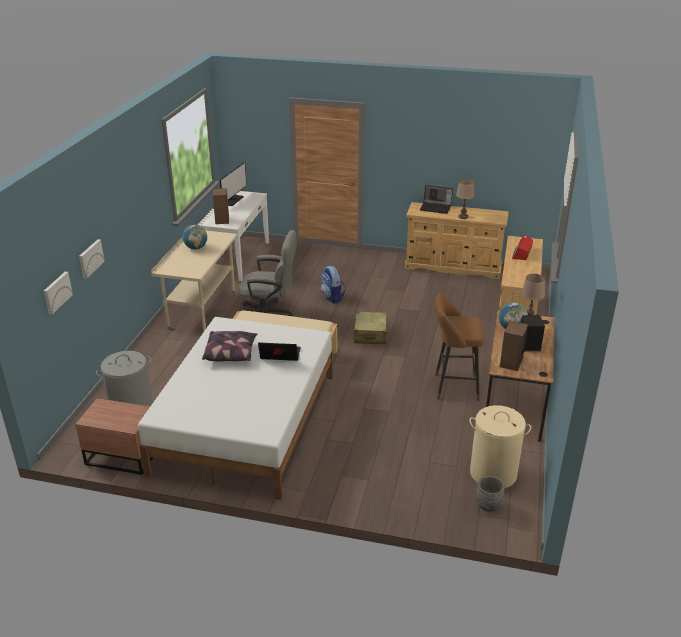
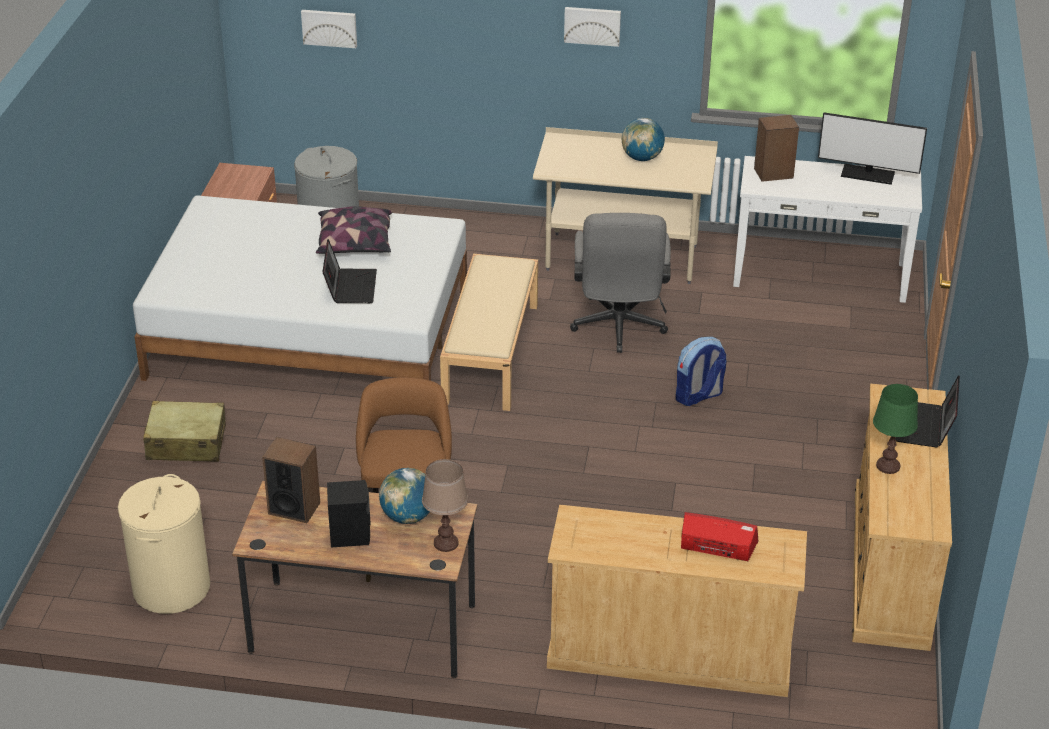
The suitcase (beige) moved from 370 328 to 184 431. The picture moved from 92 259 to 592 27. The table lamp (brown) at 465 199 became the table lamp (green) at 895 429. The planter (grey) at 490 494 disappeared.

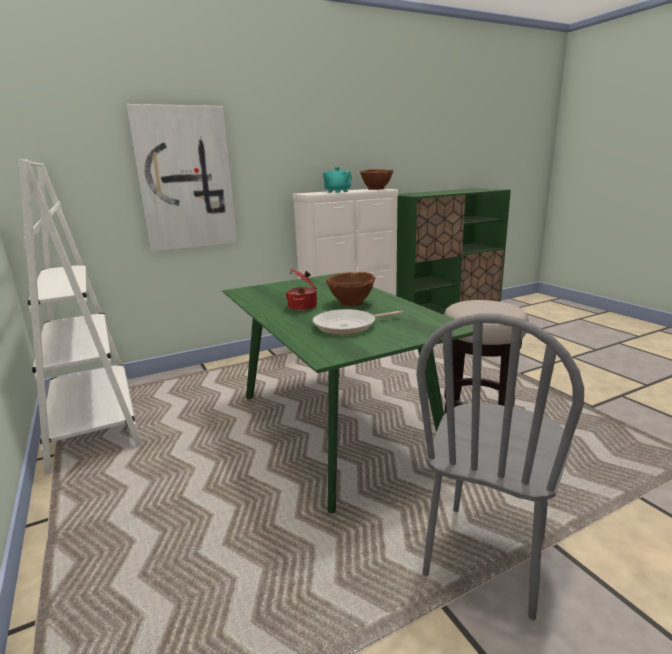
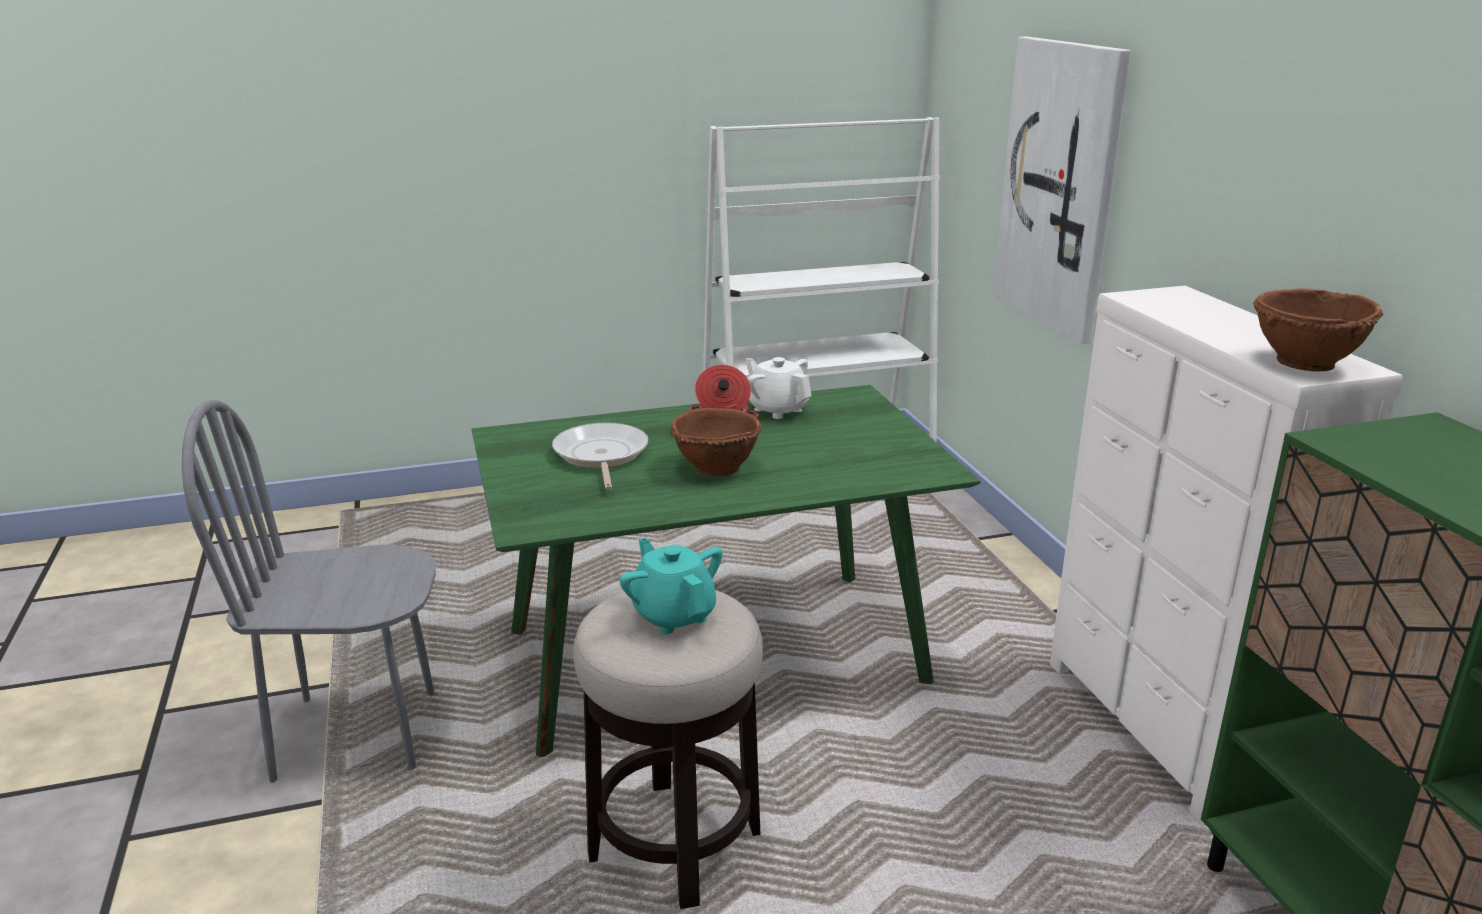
The chair (grey) at 500 466 turned 45 degrees counterclockwise. The teapot (turquoise) moved from 337 180 to 671 586. The teapot (white) at 778 388 appeared.

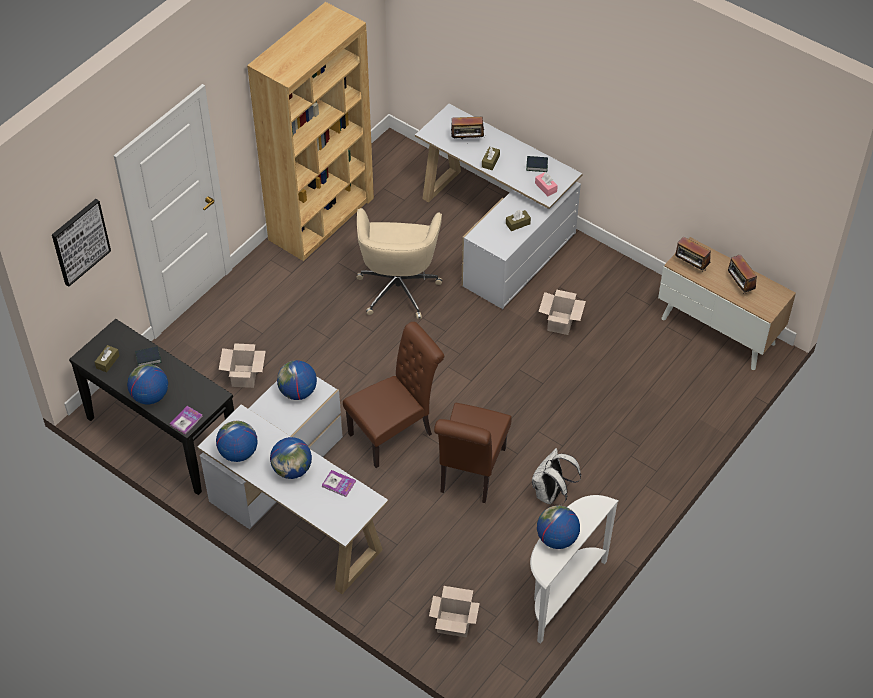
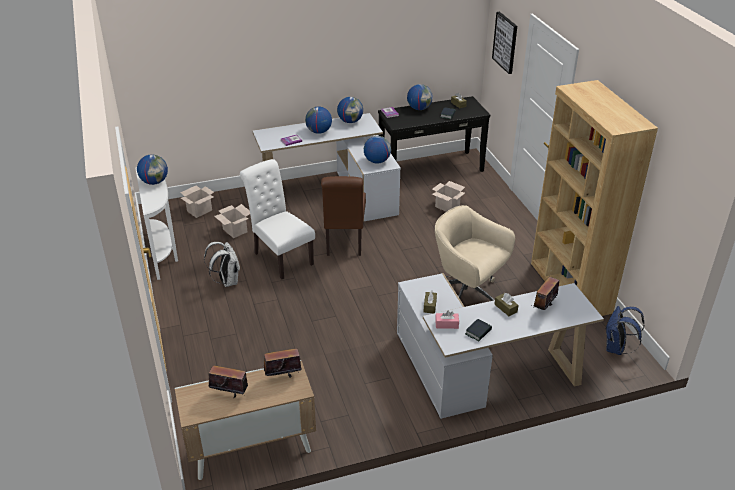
The cardboard box moved from 562 312 to 232 221. The chair (brown) at 473 453 became the chair (white) at 277 219. The backpack (blue) at 625 330 appeared.

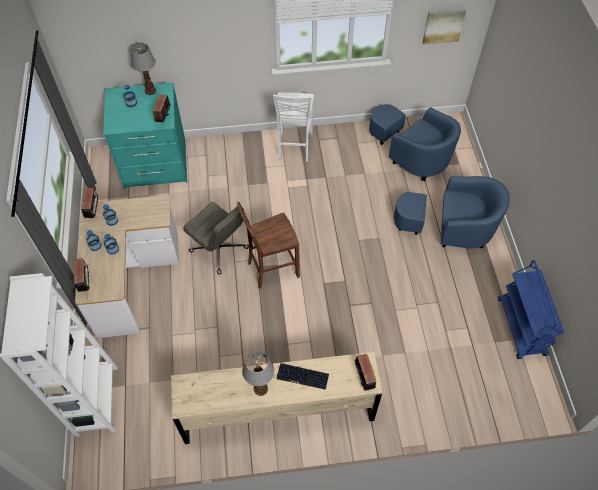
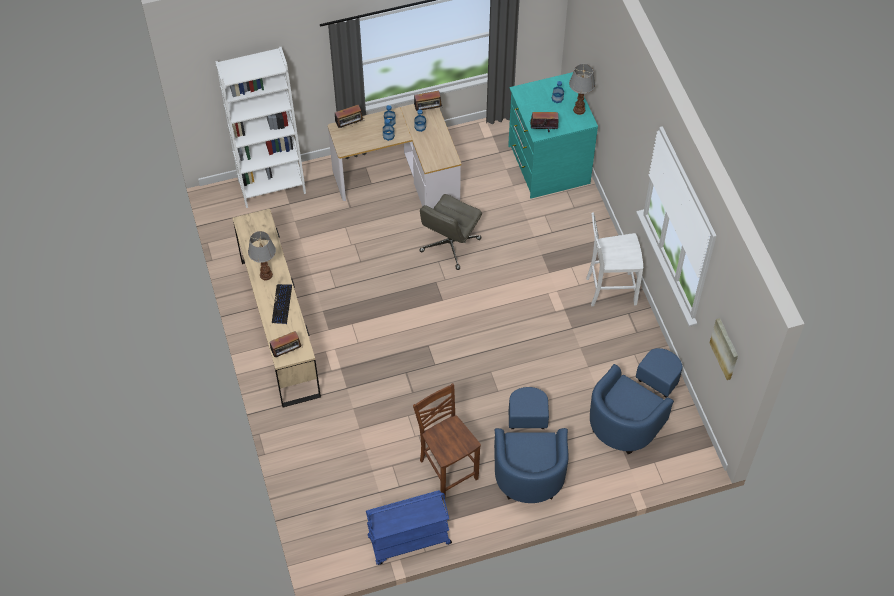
The chair (brown) moved from 268 245 to 447 441.

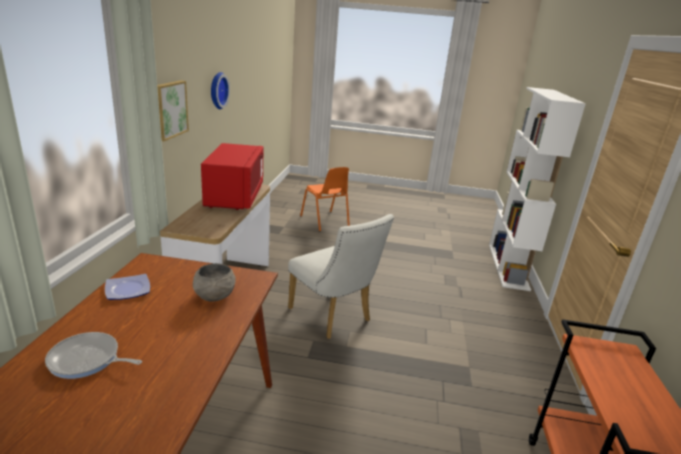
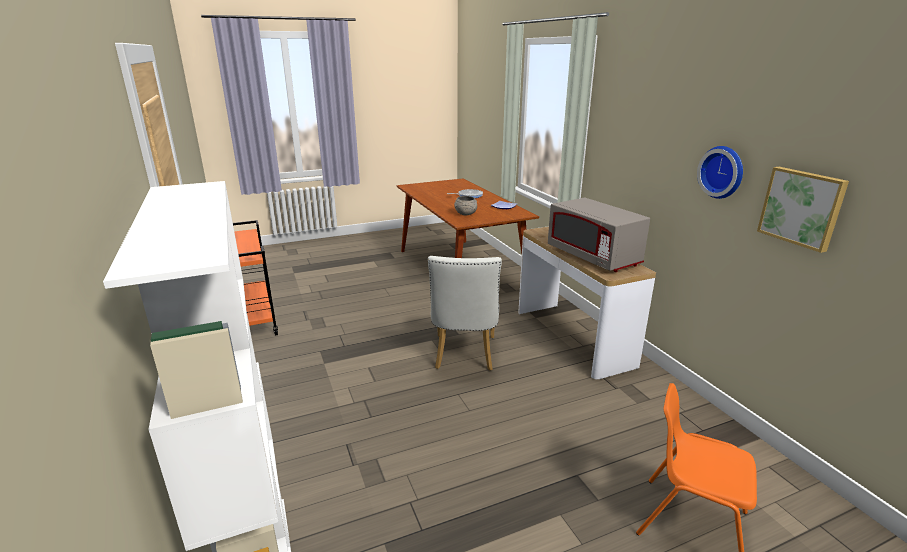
The chair (white) at 341 276 turned 105 degrees counterclockwise. The microwave (red) at 232 176 became the microwave (grey) at 599 235. The picture moved from 173 110 to 803 210.

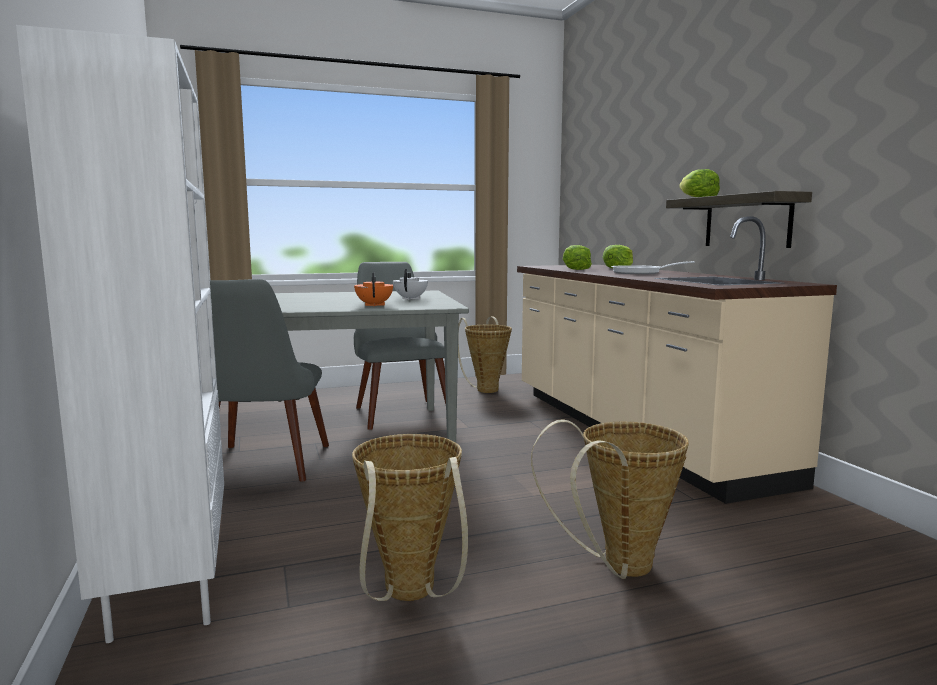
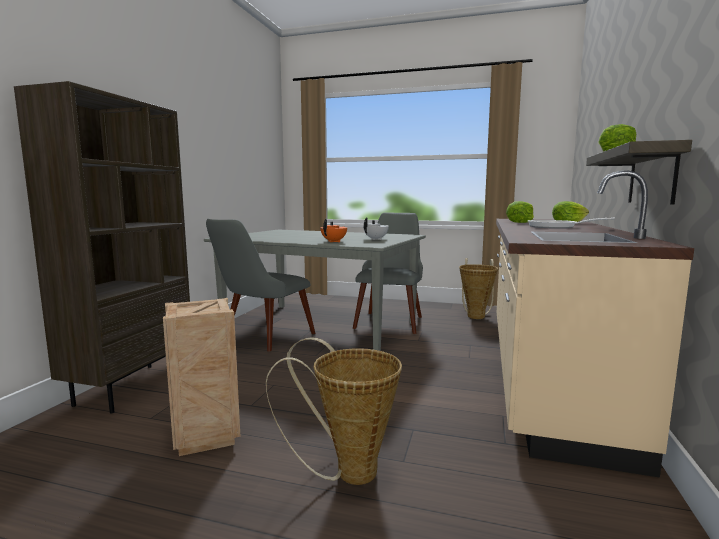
The bookcase (white) at 120 334 became the bookcase (brown) at 102 247. The basket at 410 517 was replaced by the crate at 202 377.

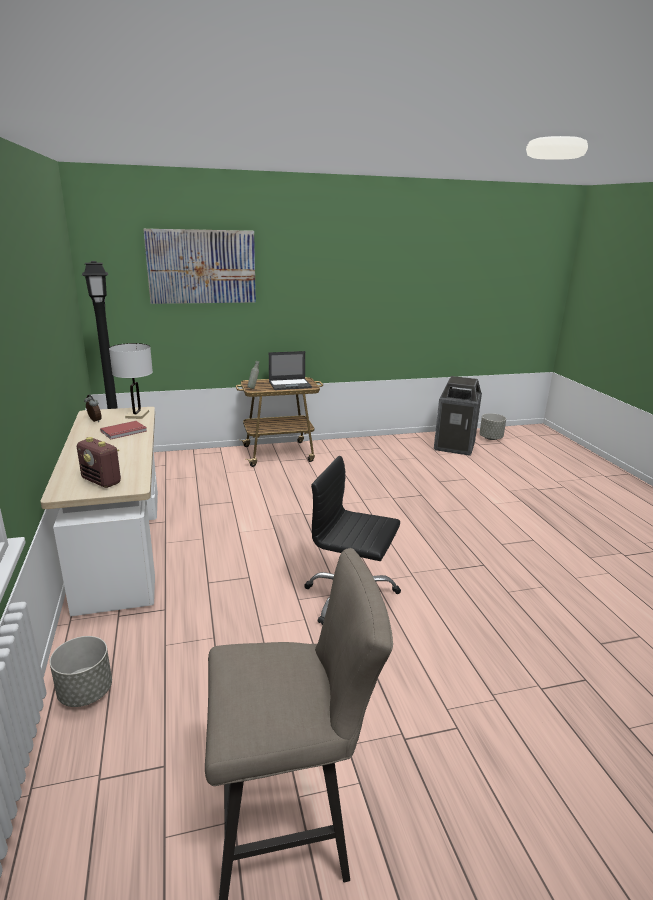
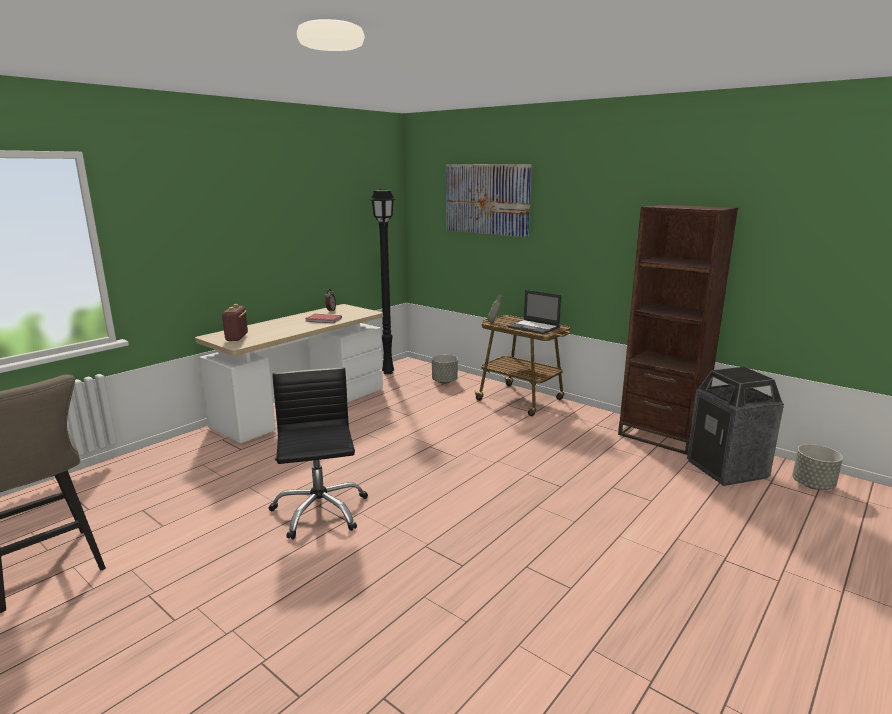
The planter (grey) moved from 81 671 to 445 369. The bookcase (brown) at 678 330 appeared. The table lamp (white) at 131 381 disappeared.

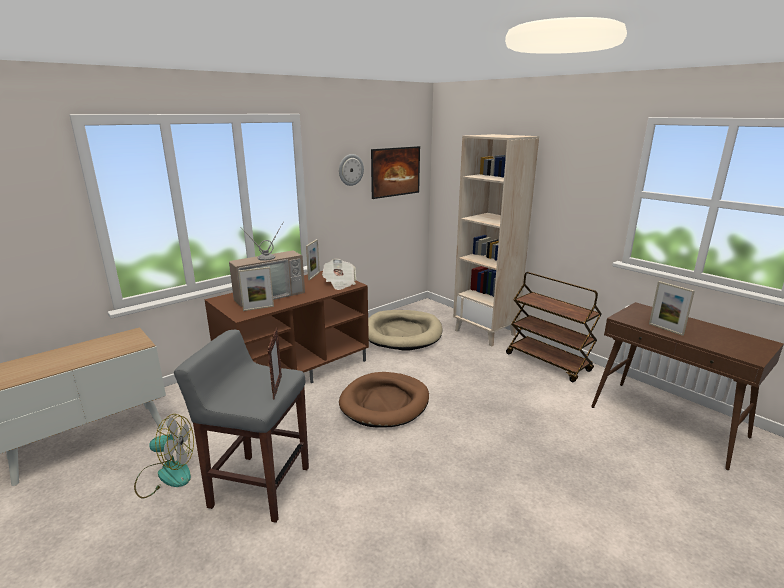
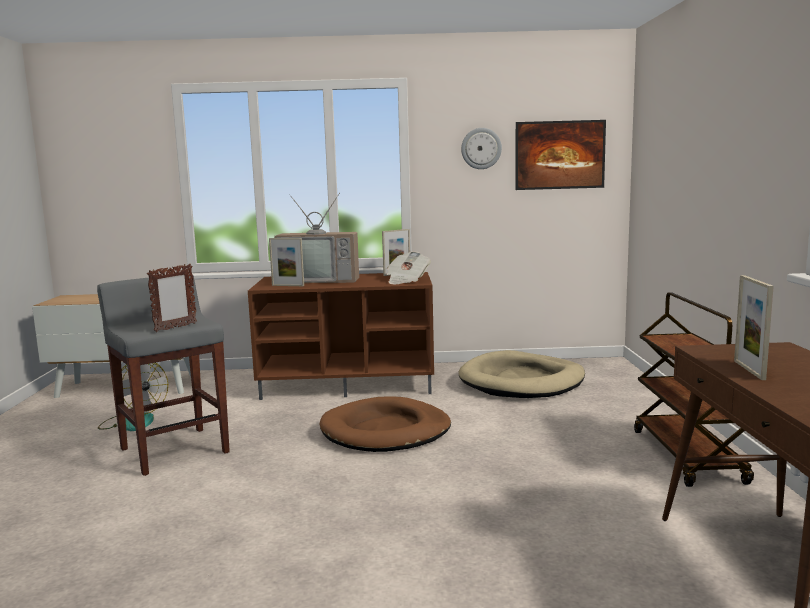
The bookcase (beige) at 496 240 disappeared.

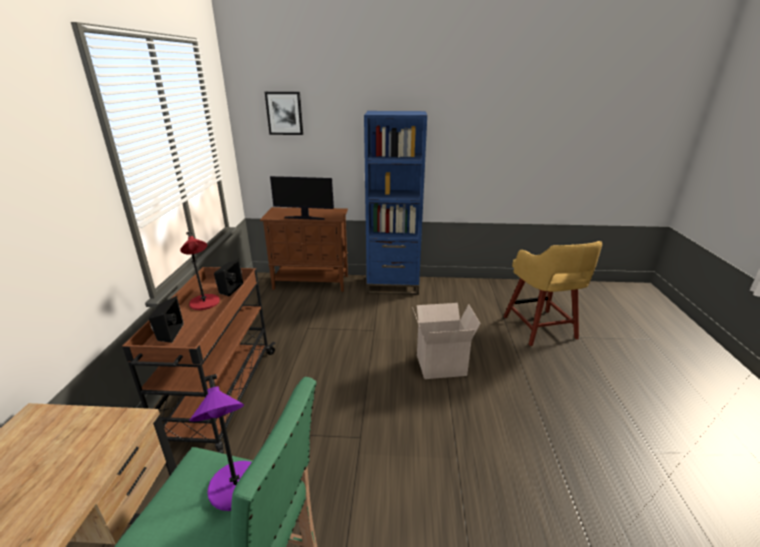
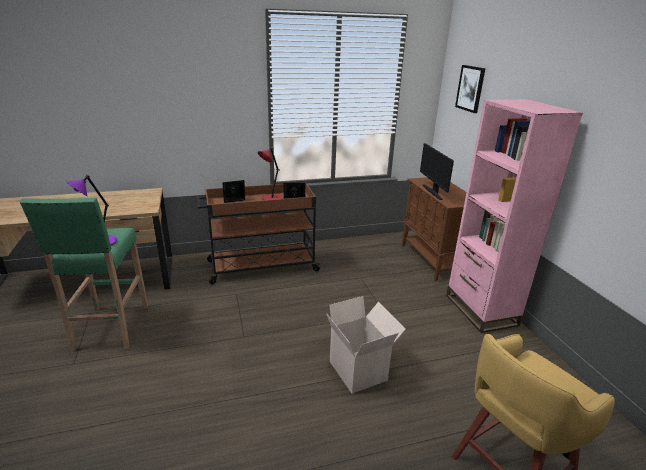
The bookcase (blue) at 395 203 became the bookcase (pink) at 514 216.

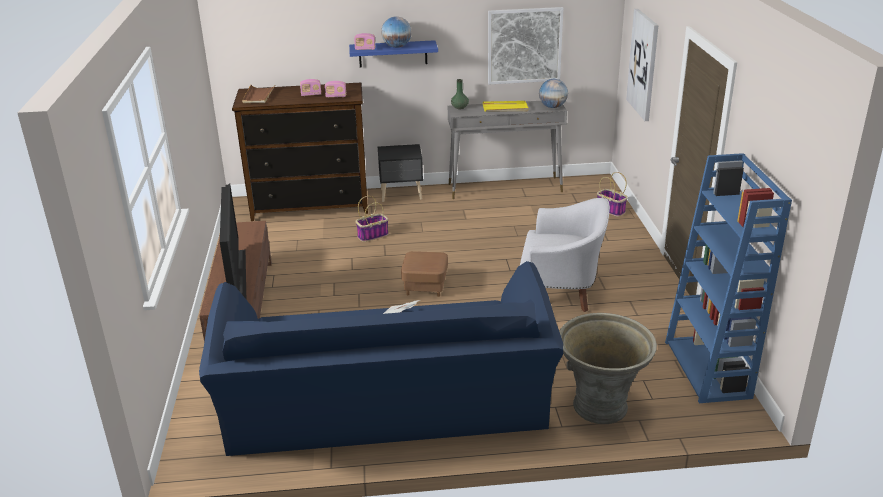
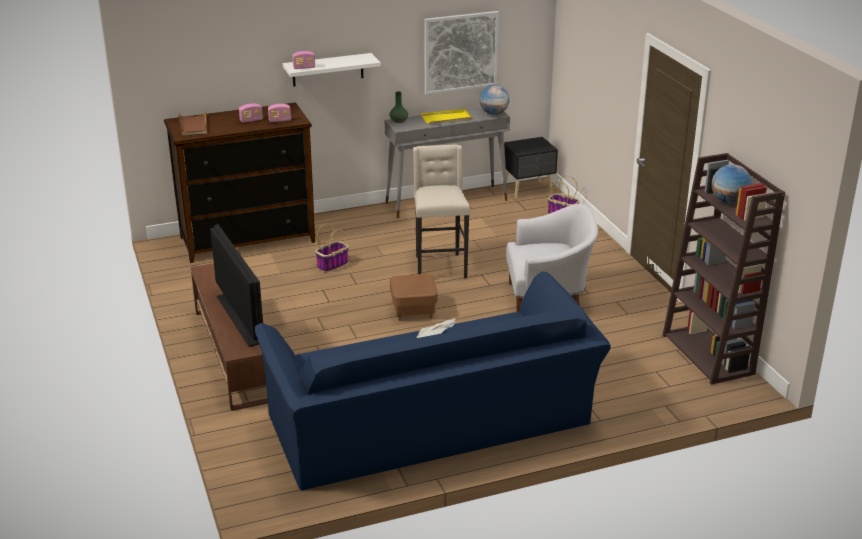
The shelf (blue) at 393 53 became the shelf (white) at 332 70. The stool (beige) at 441 211 appeared. The nightstand (black) moved from 400 173 to 530 168. The bookcase (blue) at 728 278 became the bookcase (brown) at 723 269. The globe moved from 396 32 to 732 184. The planter (grey) at 608 368 disappeared. The picture at 642 65 disappeared.

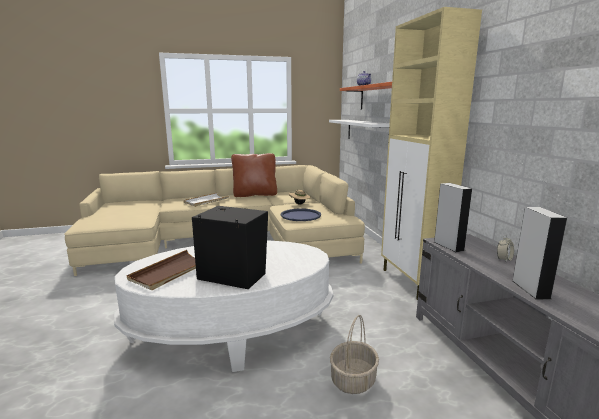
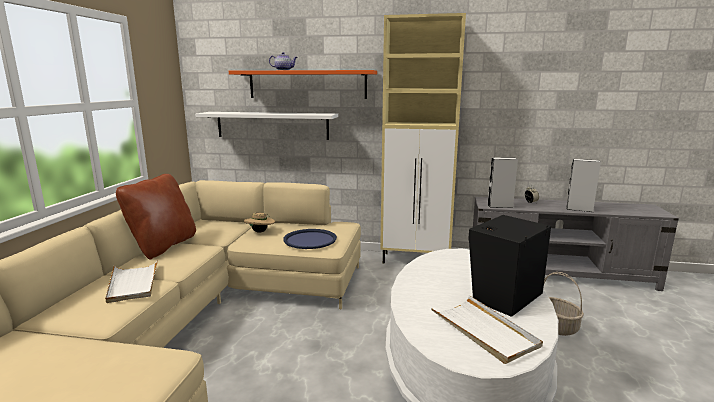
The tray (brown) at 161 270 became the tray (white) at 487 329.

